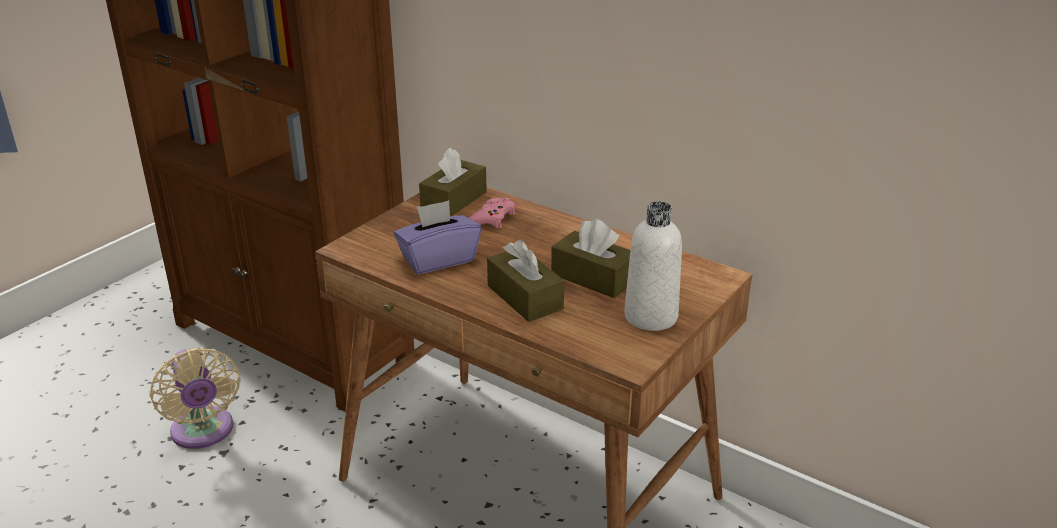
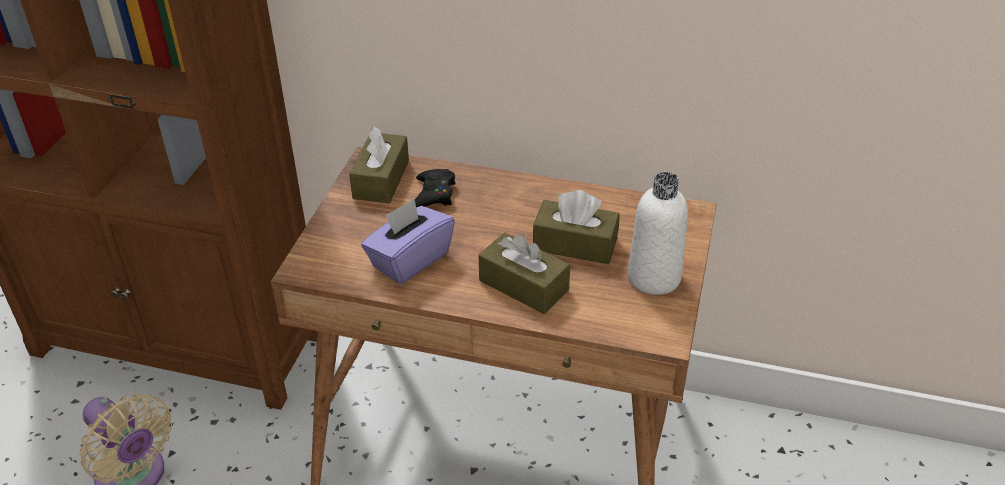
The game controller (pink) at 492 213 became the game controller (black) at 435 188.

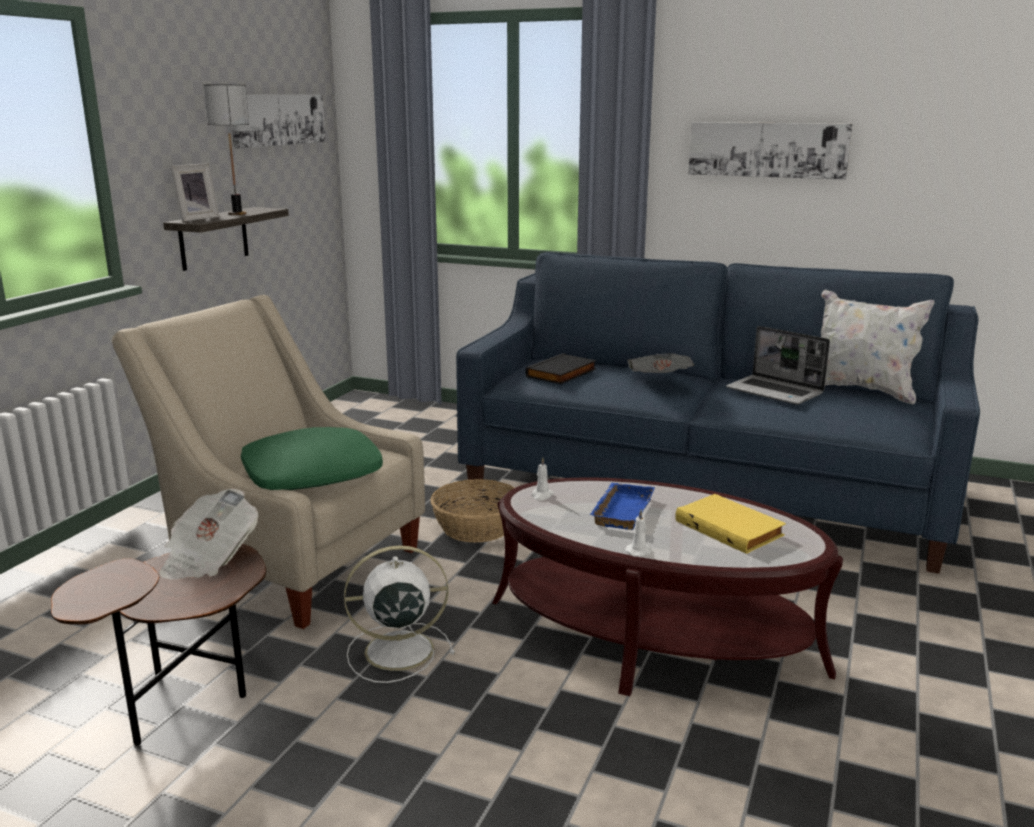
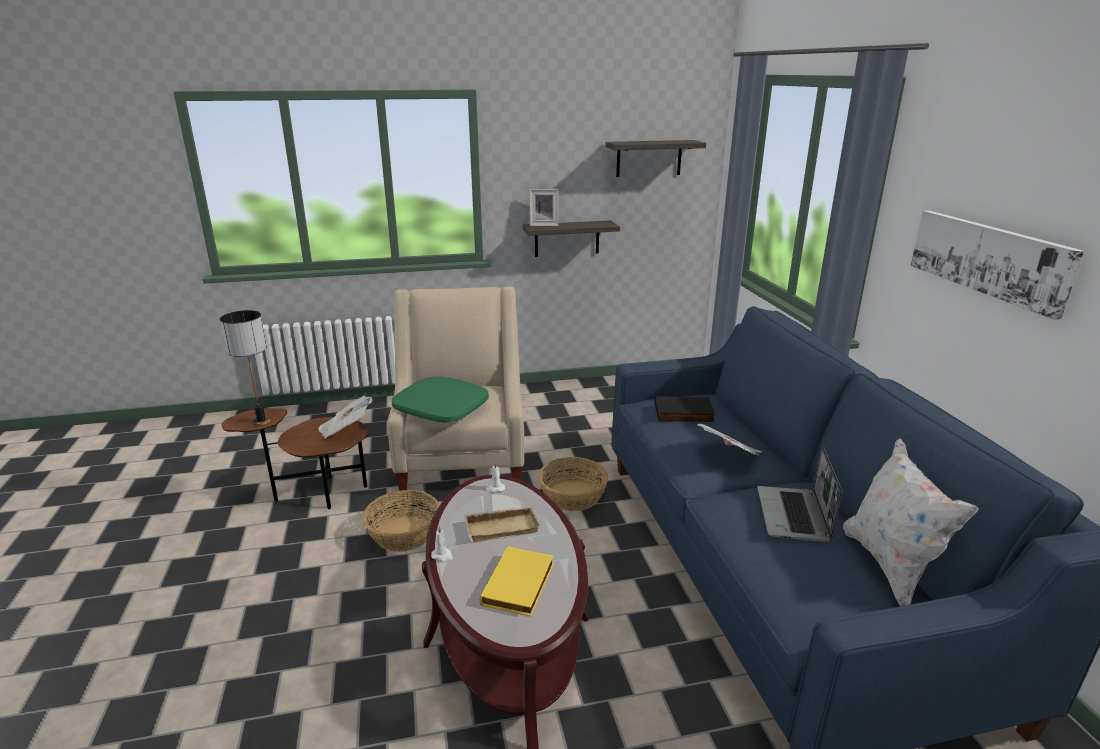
The table lamp moved from 226 150 to 245 368. The fan (white) at 399 614 was replaced by the basket at 401 521. The tray (blue) at 622 506 became the tray (beige) at 502 524. The picture at 279 122 was replaced by the shelf at 655 158.

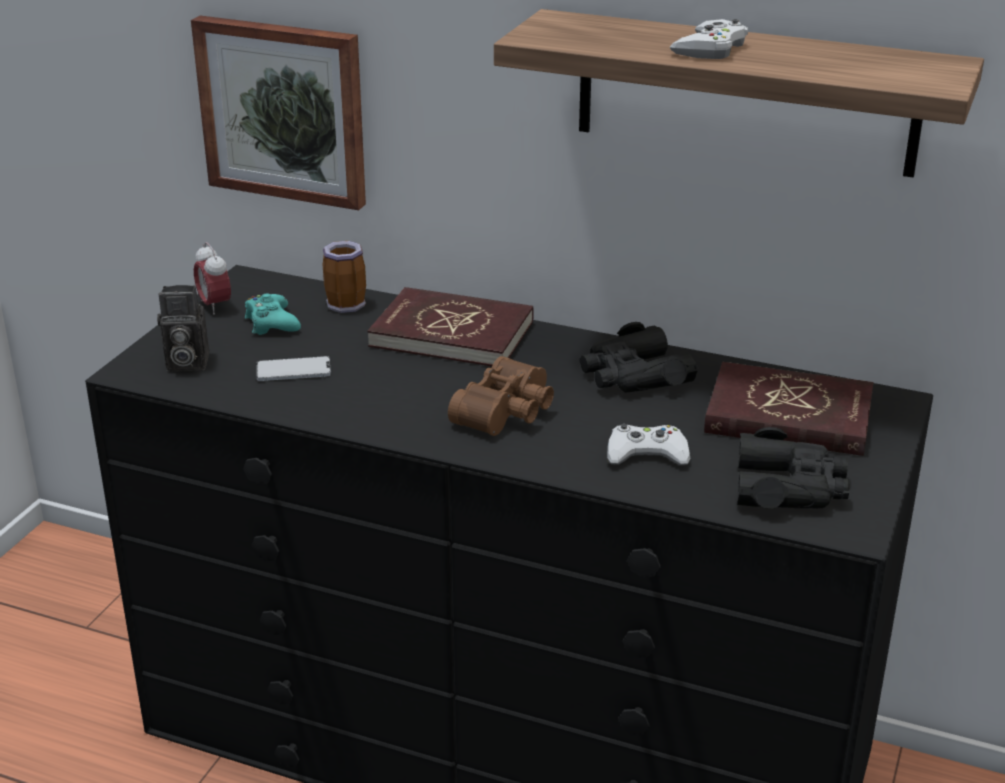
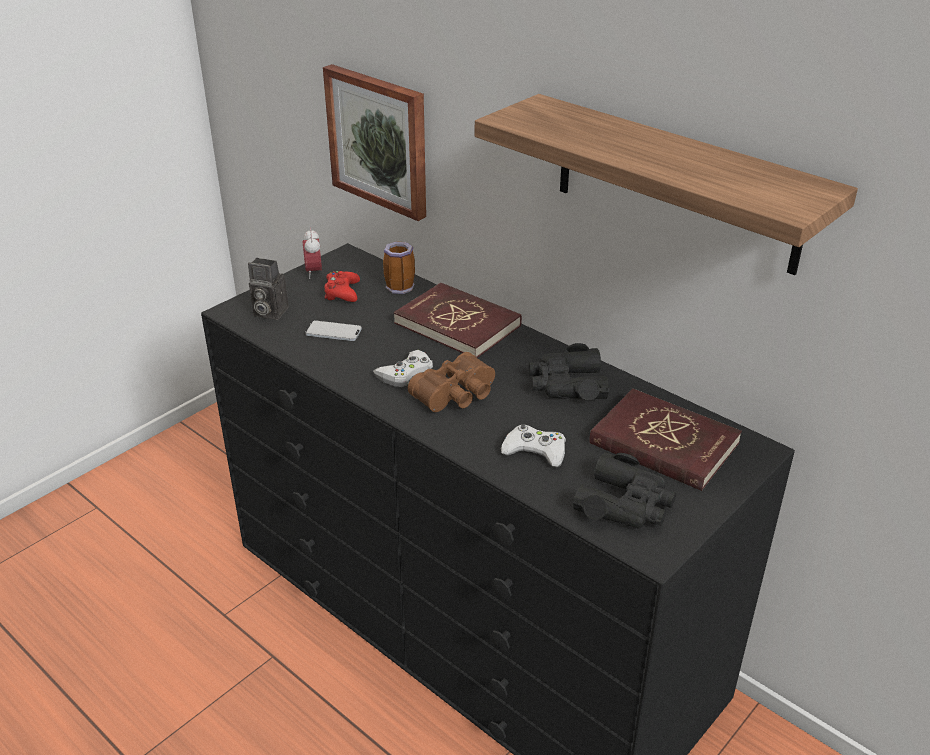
The game controller (turquoise) at 273 314 became the game controller (red) at 342 286. The game controller (white) moved from 709 39 to 403 368.

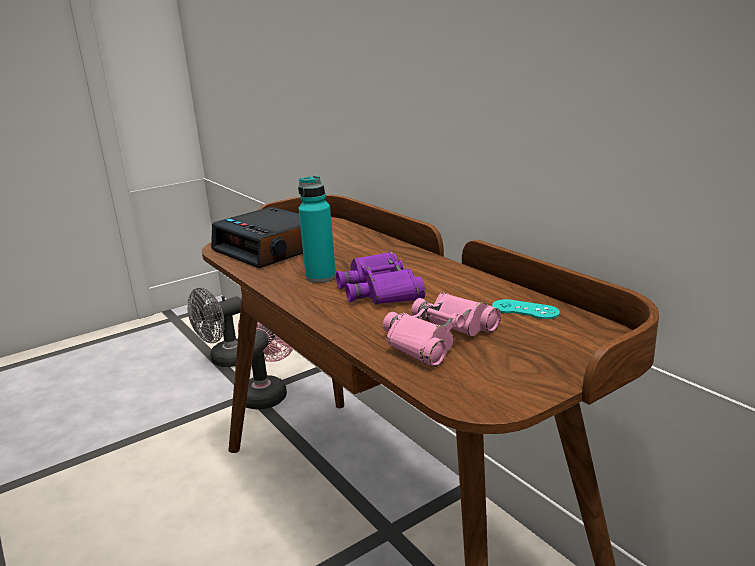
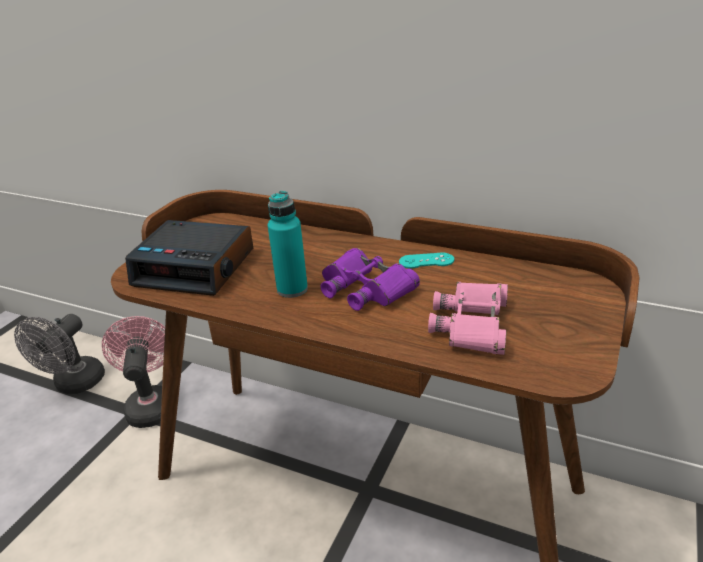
The game controller (turquoise) moved from 526 309 to 426 261.

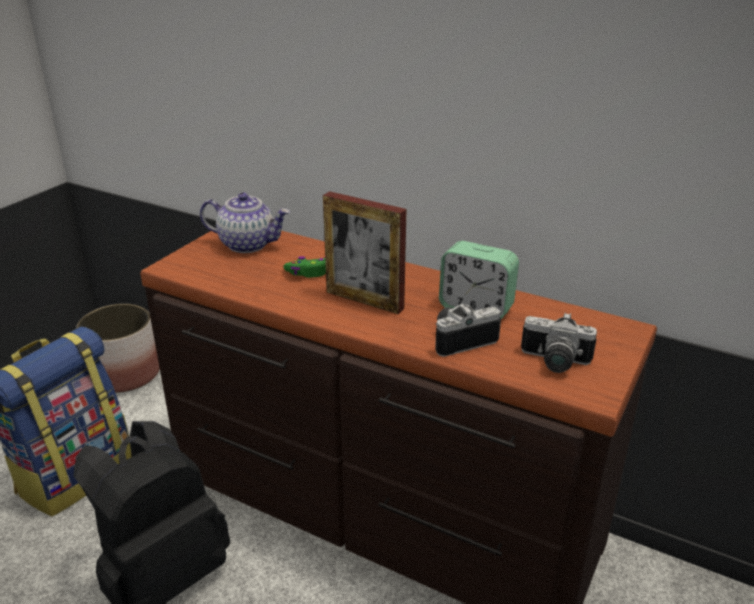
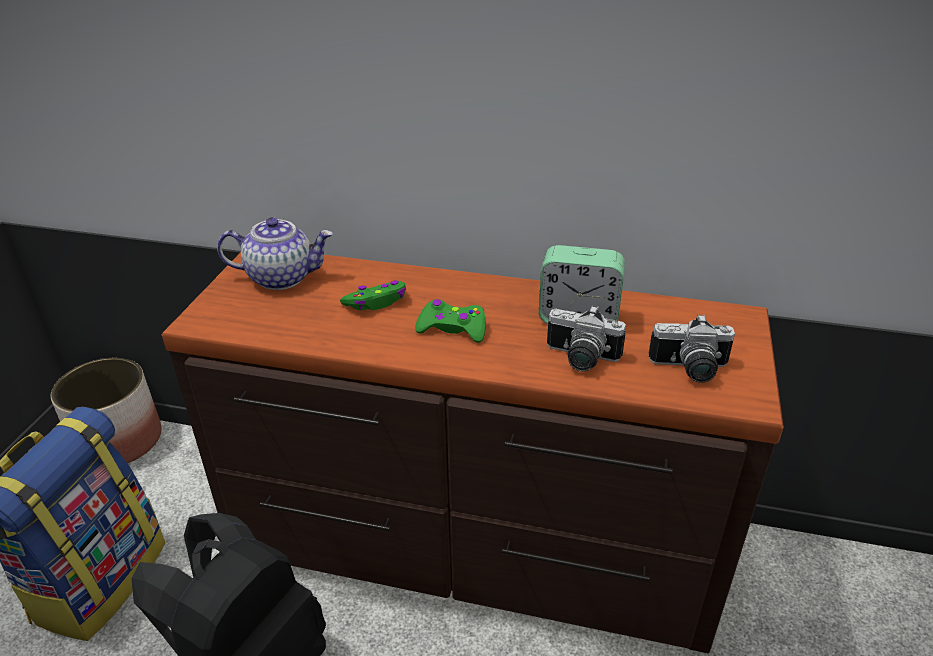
The picture frame at 364 252 was replaced by the game controller (green) at 450 321. The photo camera at 468 330 turned 120 degrees counterclockwise.

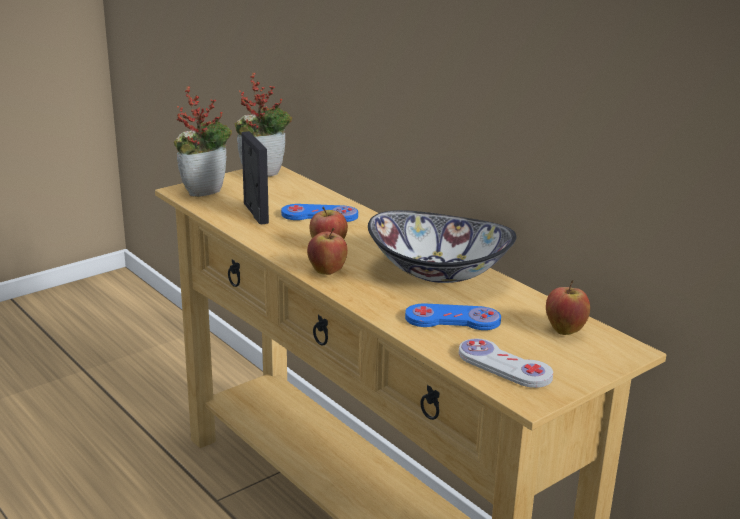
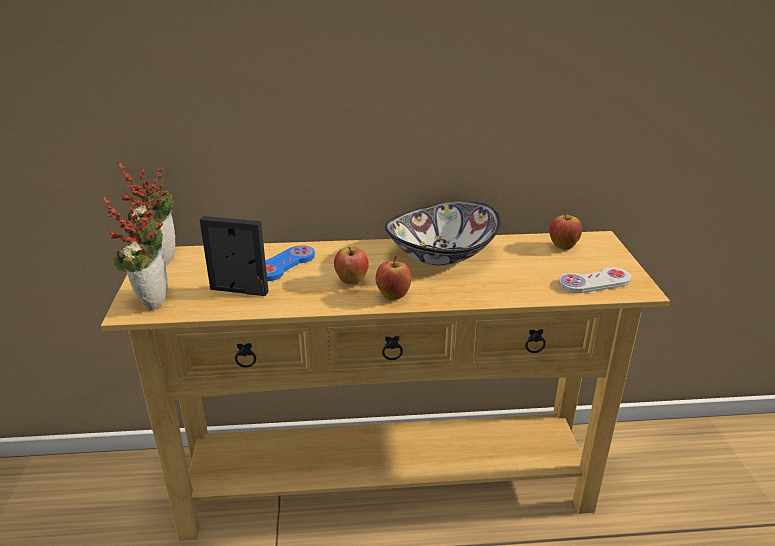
The game controller (blue) at 453 317 disappeared.

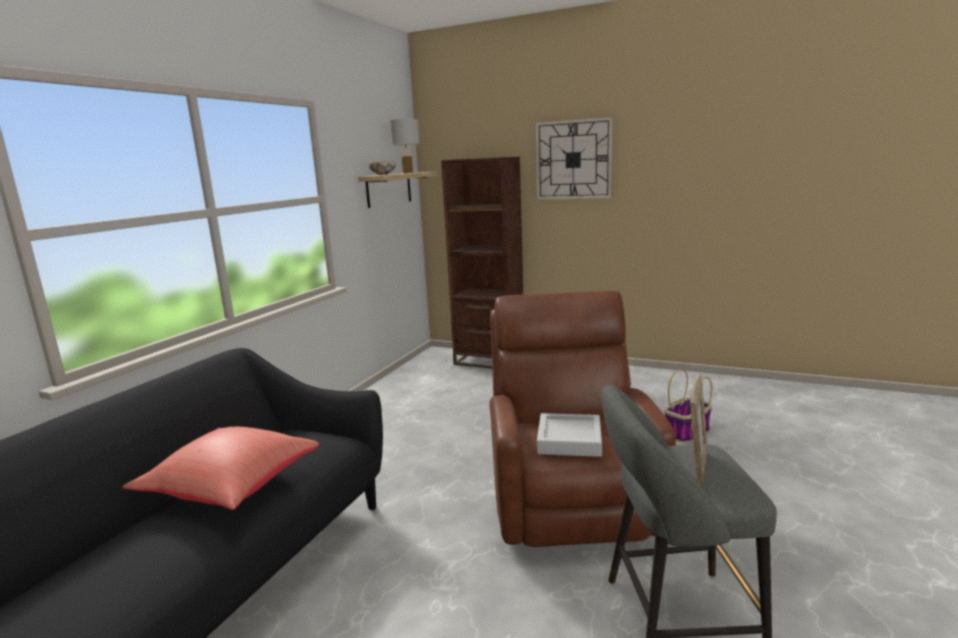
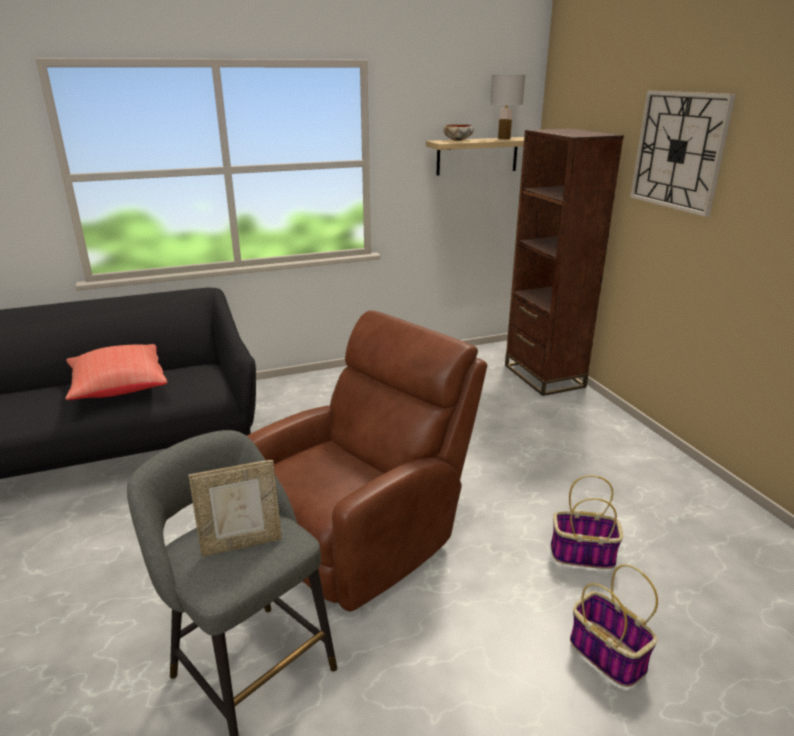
The basket at 614 625 appeared. The tray (grey) at 569 435 disappeared.

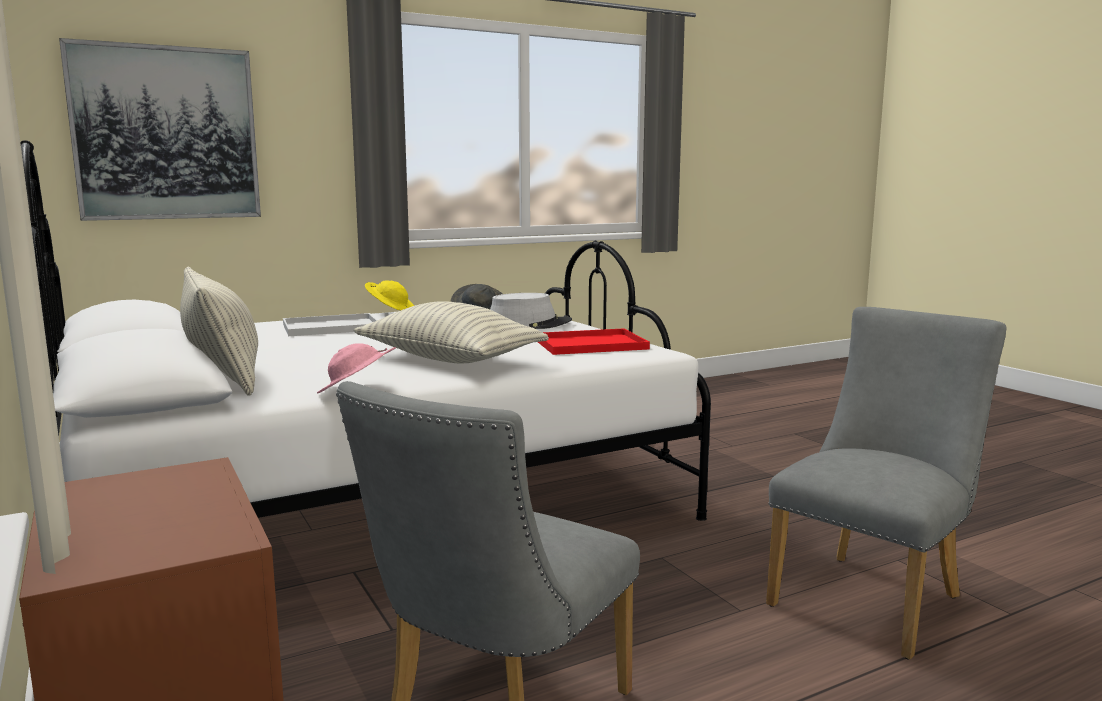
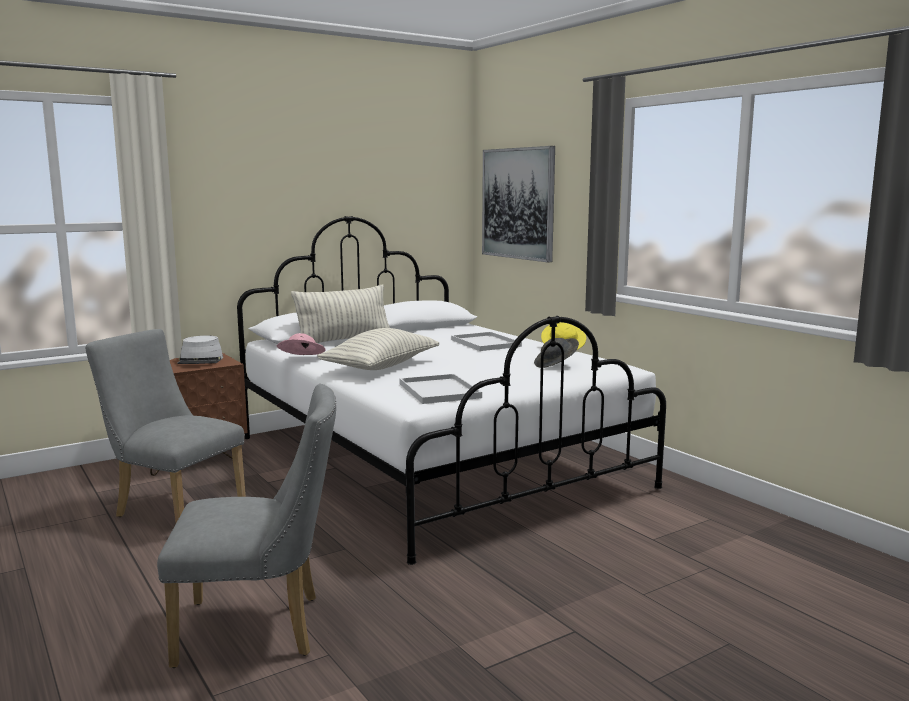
The chair (grey) at 886 483 turned 45 degrees counterclockwise. The hat (grey) moved from 531 311 to 200 350. The tray (red) at 594 341 became the tray (white) at 440 389.

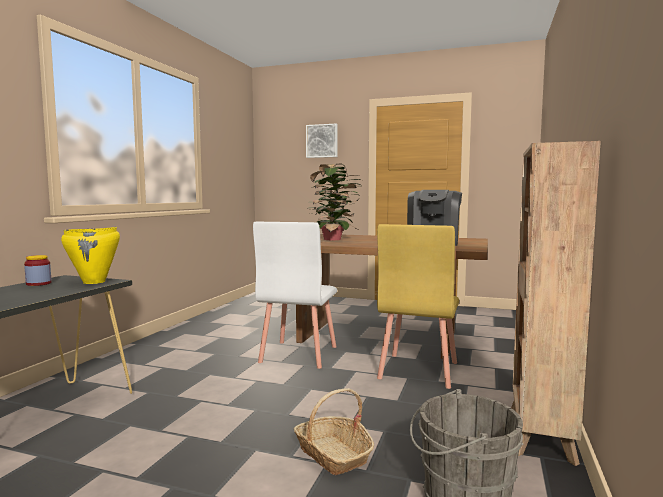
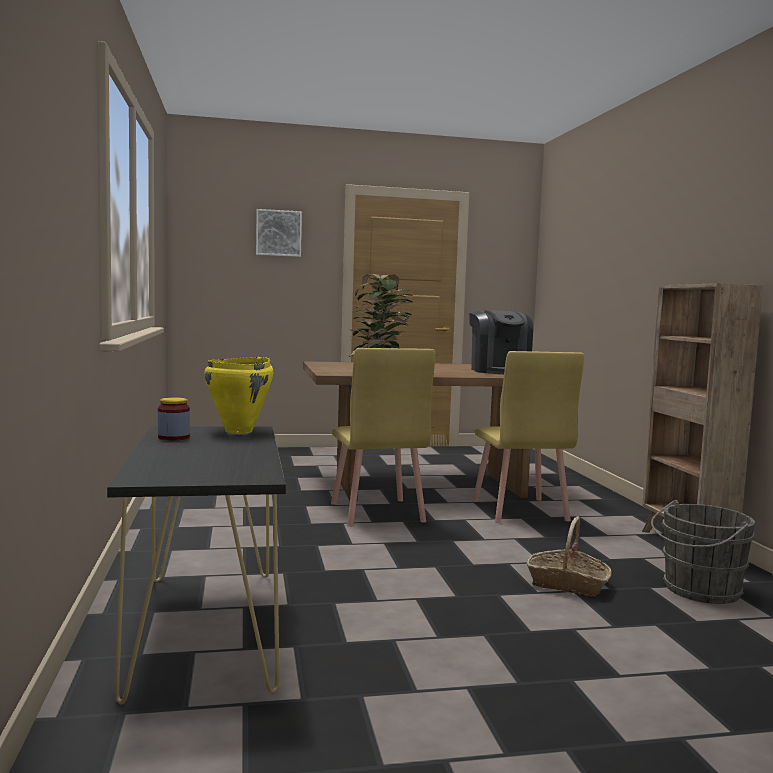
The chair (white) at 295 295 became the chair (yellow) at 383 437.

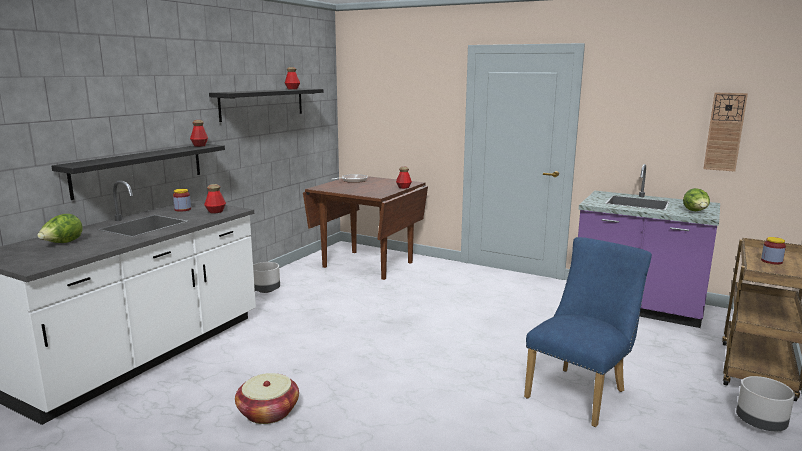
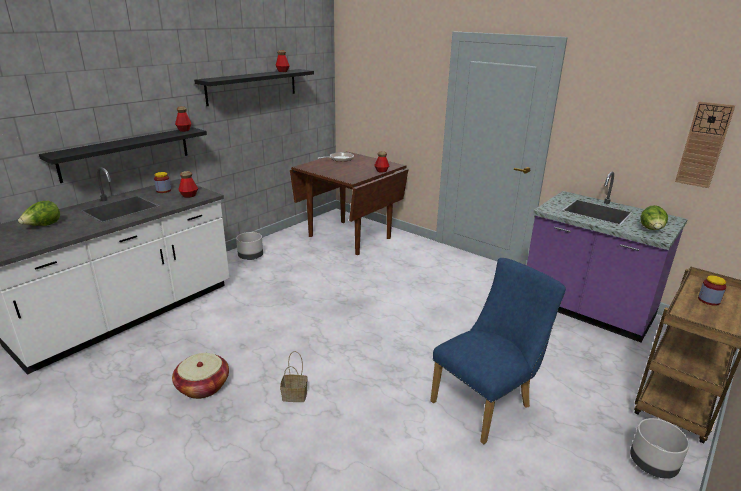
The basket at 294 376 appeared.

